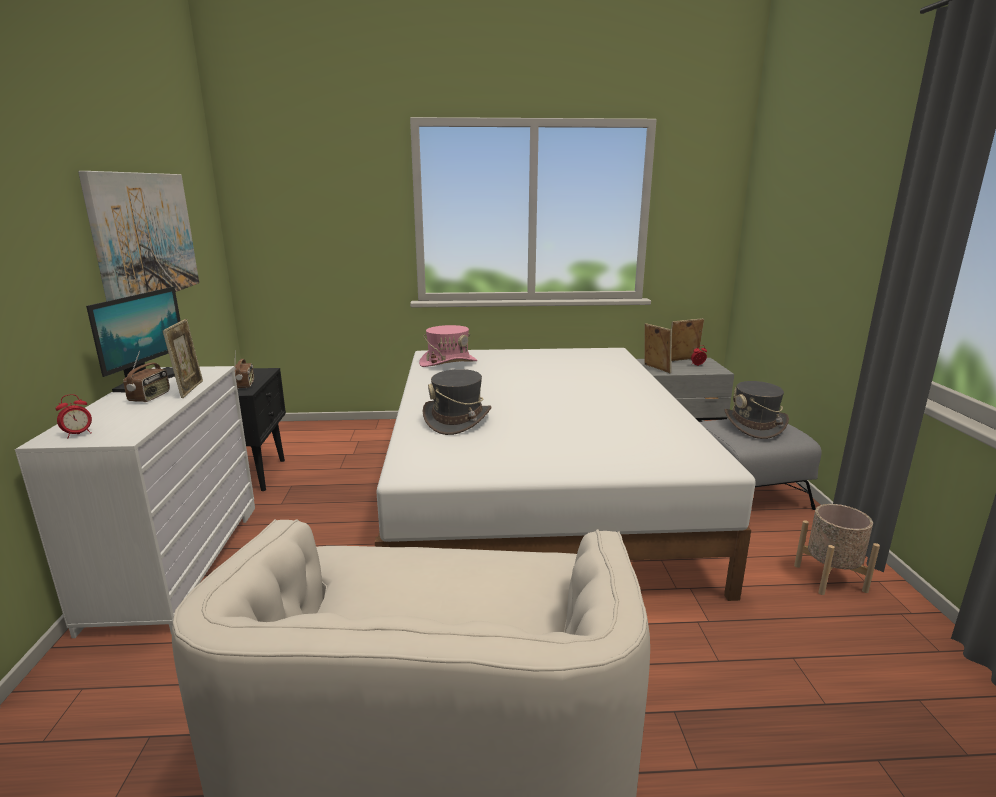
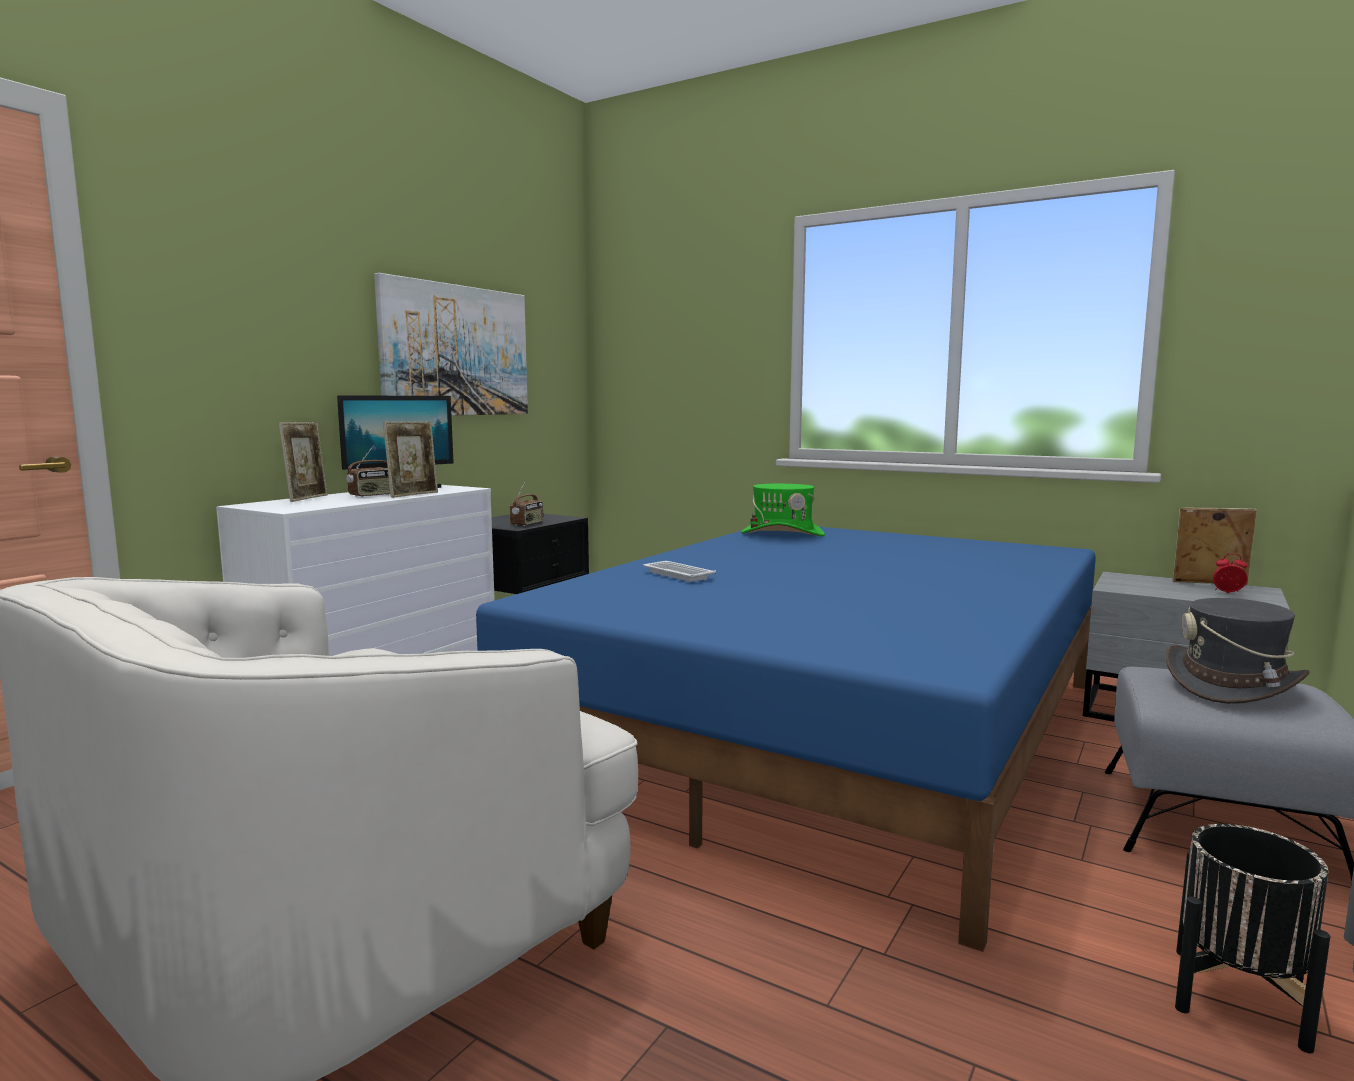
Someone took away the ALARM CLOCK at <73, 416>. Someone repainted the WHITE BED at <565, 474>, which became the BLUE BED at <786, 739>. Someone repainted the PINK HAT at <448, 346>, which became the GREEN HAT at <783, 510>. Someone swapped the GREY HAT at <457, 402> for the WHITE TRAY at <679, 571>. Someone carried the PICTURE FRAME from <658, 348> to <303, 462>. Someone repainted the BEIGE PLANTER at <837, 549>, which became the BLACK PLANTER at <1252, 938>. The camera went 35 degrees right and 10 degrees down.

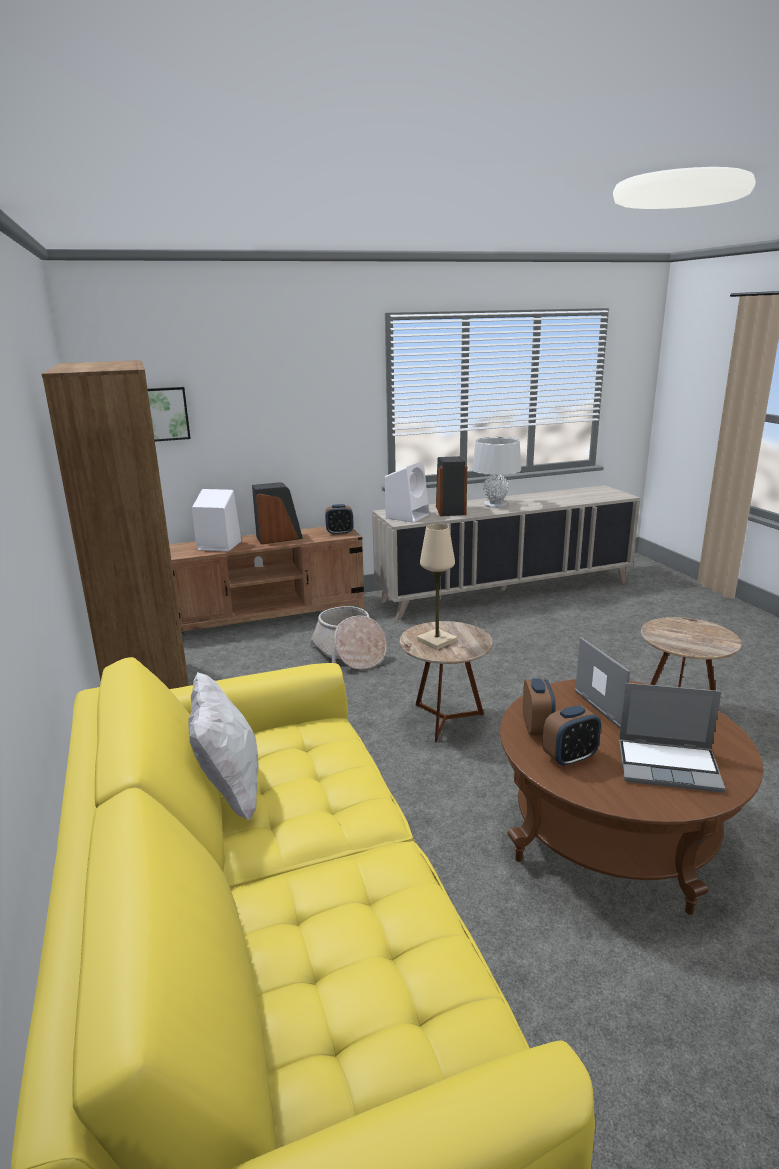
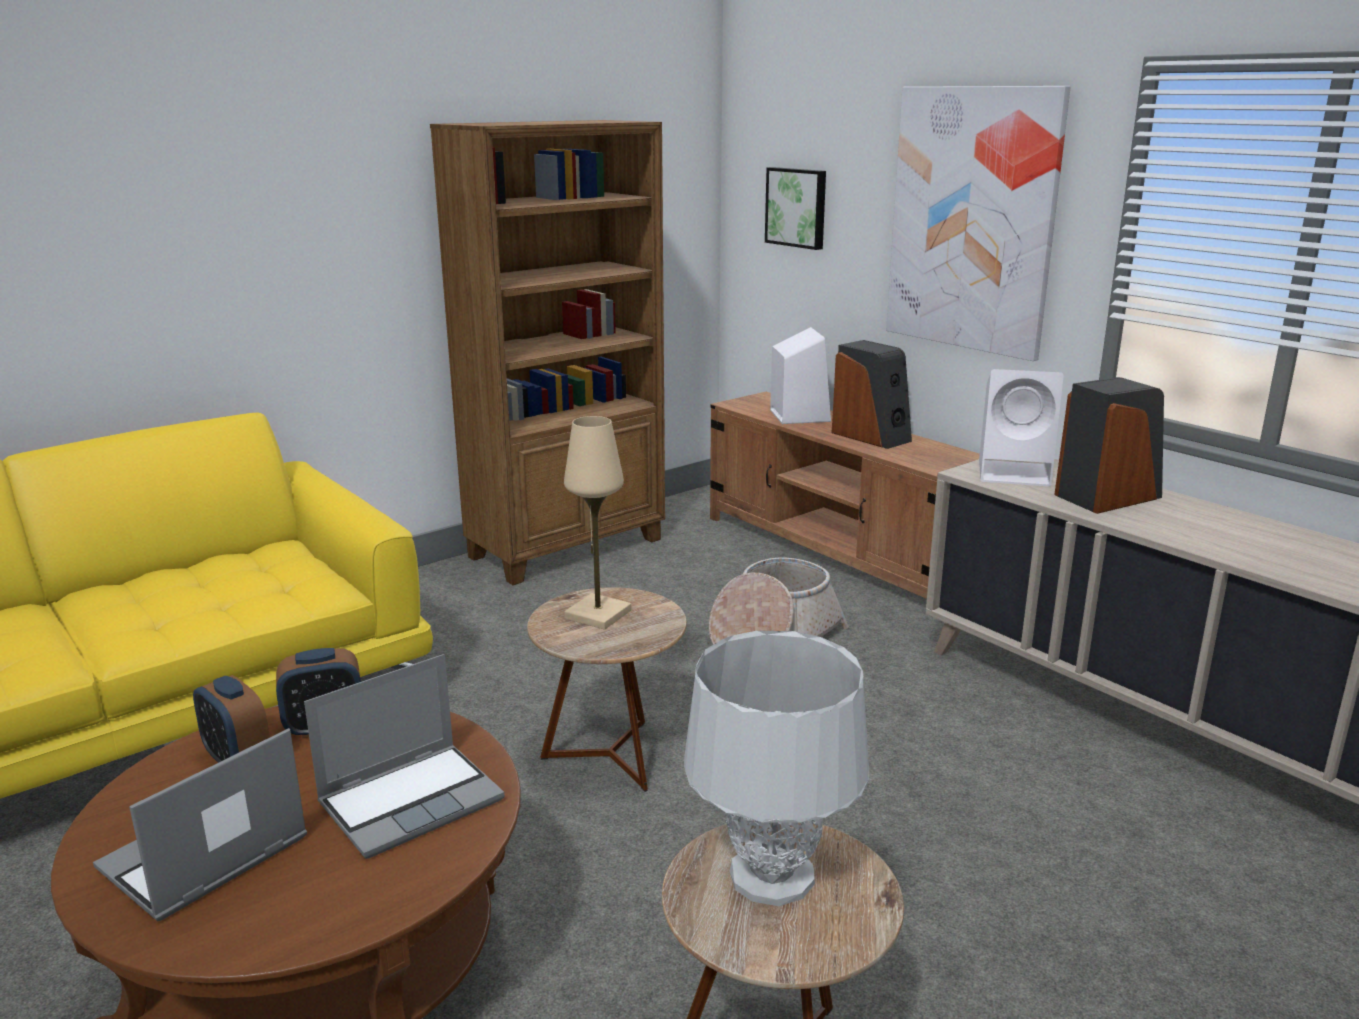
Someone took away the WHITE PILLOW at <224, 746>. Someone took away the ALARM CLOCK at <339, 519>. Someone carried the GREY TABLE LAMP from <496, 472> to <776, 768>. Someone rotated the LAPTOP at <672, 738> by 45 degrees clockwise. Someone put up the PICTURE at <978, 223>. The camera went 70 degrees right and 0 degrees up.

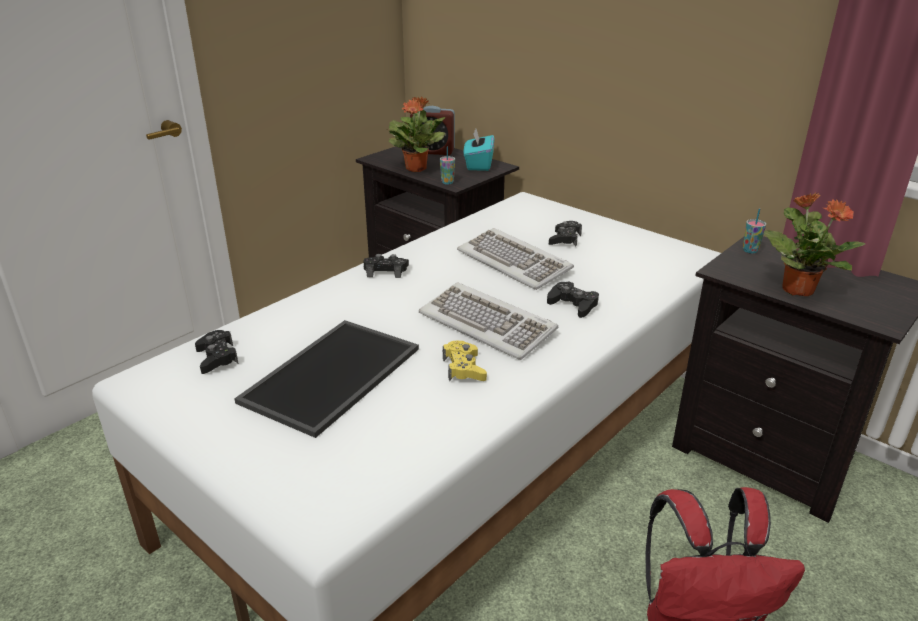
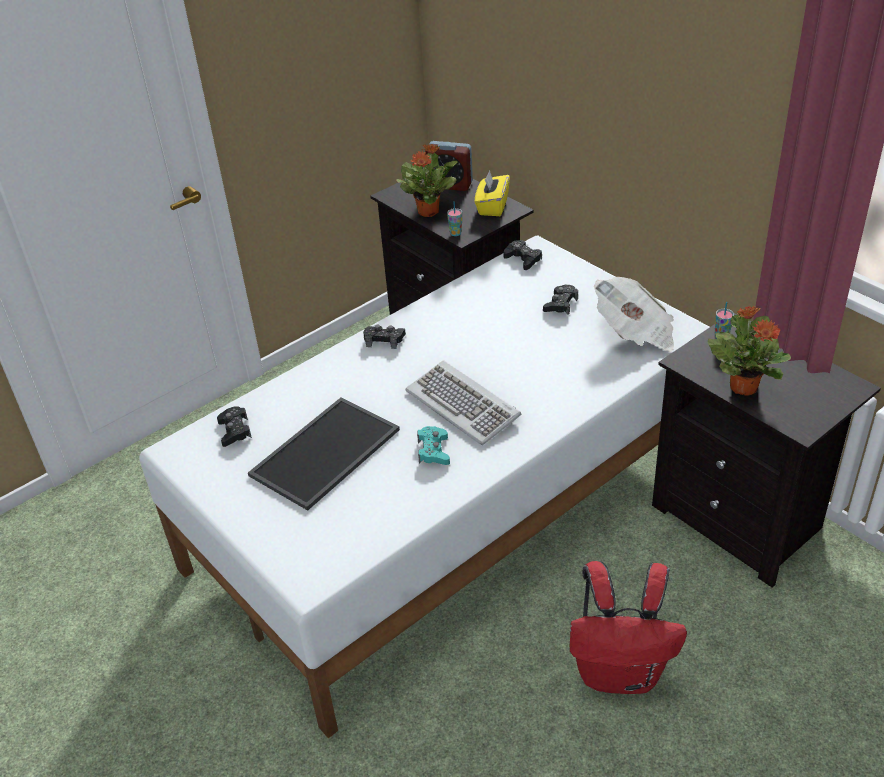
Someone repainted the YELLOW GAME CONTROLLER at <465, 361>, which became the TURQUOISE GAME CONTROLLER at <433, 445>. Someone took away the KEYBOARD at <515, 259>. Someone repainted the TURQUOISE TISSUE BOX at <478, 150>, which became the YELLOW TISSUE BOX at <492, 193>. Someone carried the BLACK GAME CONTROLLER from <573, 300> to <522, 255>. Someone put down the NEWSPAPER at <634, 314>. The camera went 10 degrees right and 10 degrees up.

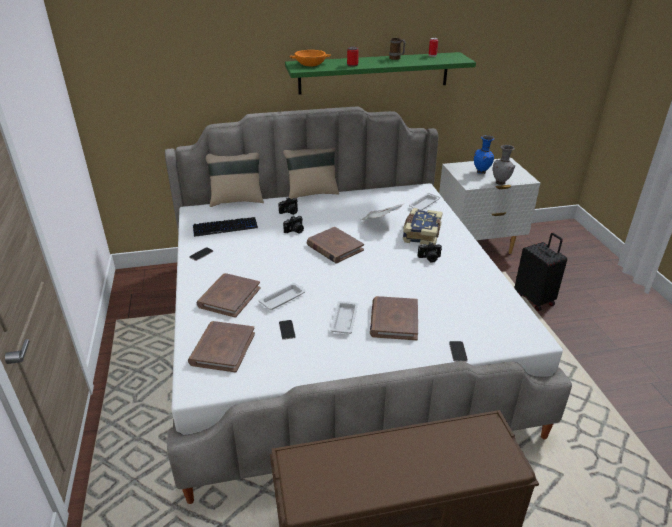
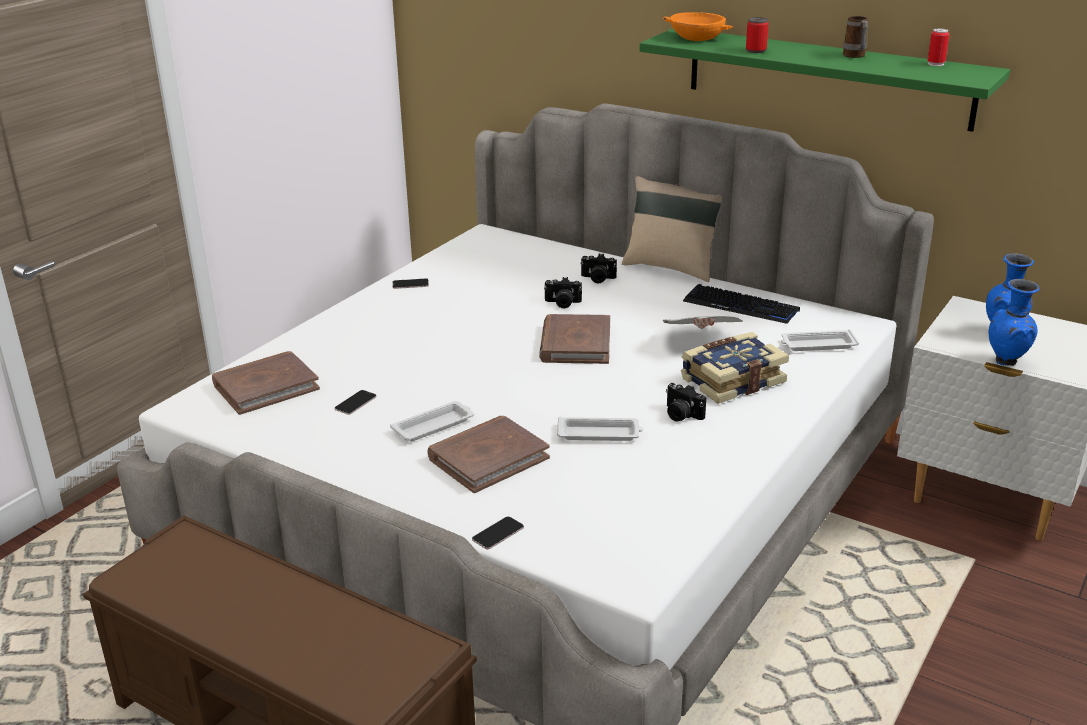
Someone carried the KEYBOARD from <225, 227> to <741, 304>. Someone took away the BROWN BOOK at <229, 295>. Someone took away the BEIGE PILLOW at <235, 180>. Someone carried the WHITE TRAY from <282, 296> to <600, 429>. Someone repainted the GREY VASE at <504, 165>, which became the BLUE VASE at <1014, 322>. Someone took away the BLACK SUITCASE at <541, 272>. The camera went 45 degrees right and 5 degrees down.

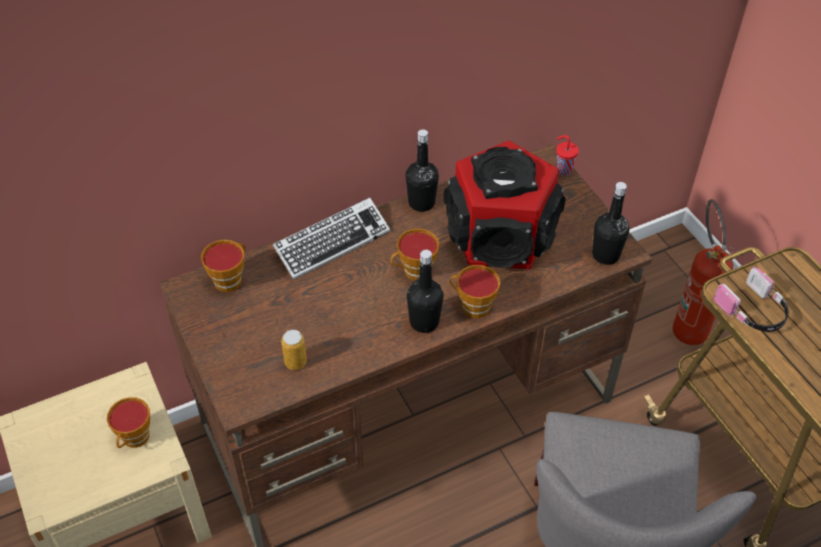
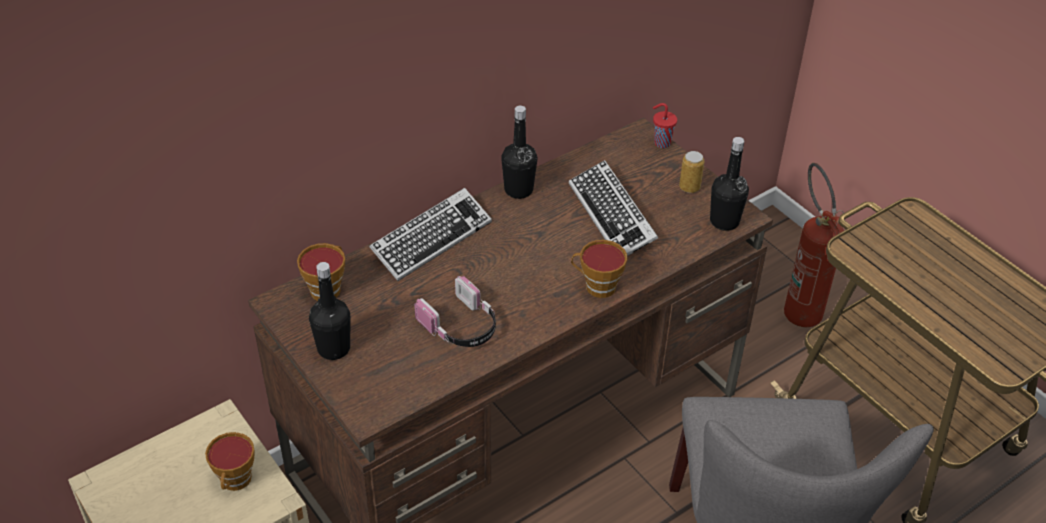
Someone carried the CAN from <294, 350> to <692, 172>. Someone took away the CUP at <414, 254>. Someone carried the BLACK BOTTLE from <425, 291> to <329, 311>. Someone swapped the SPEAKER at <505, 204> for the KEYBOARD at <613, 208>. Someone carried the HEADPHONES from <751, 299> to <455, 311>. The camera went 10 degrees left and 5 degrees down.

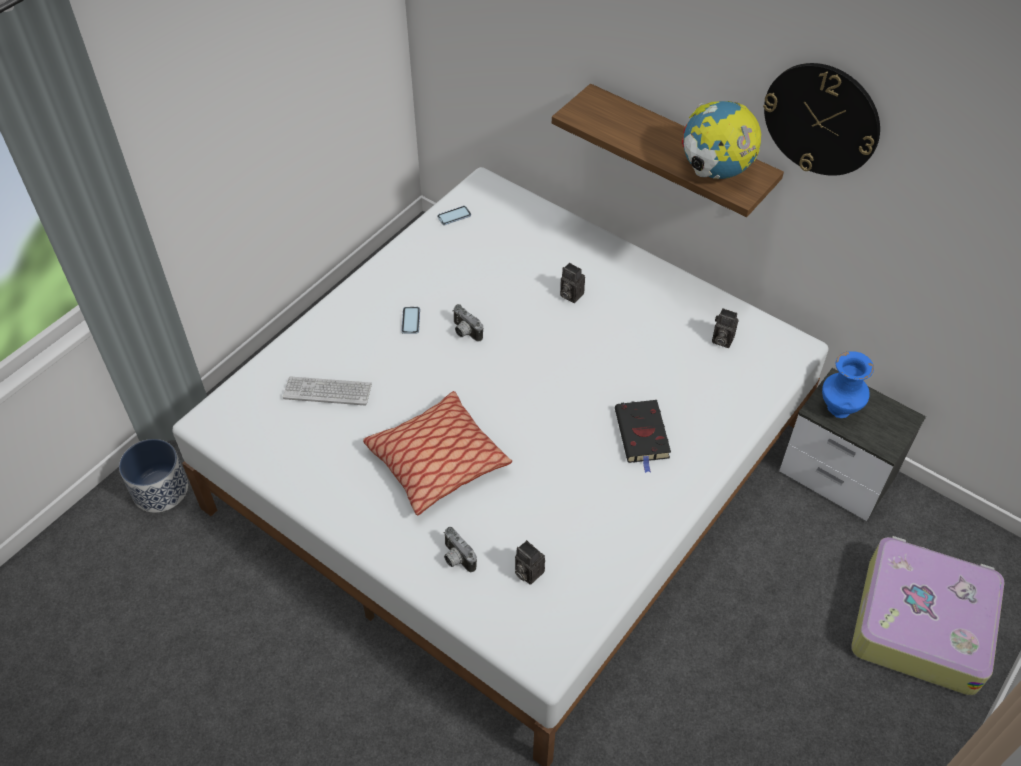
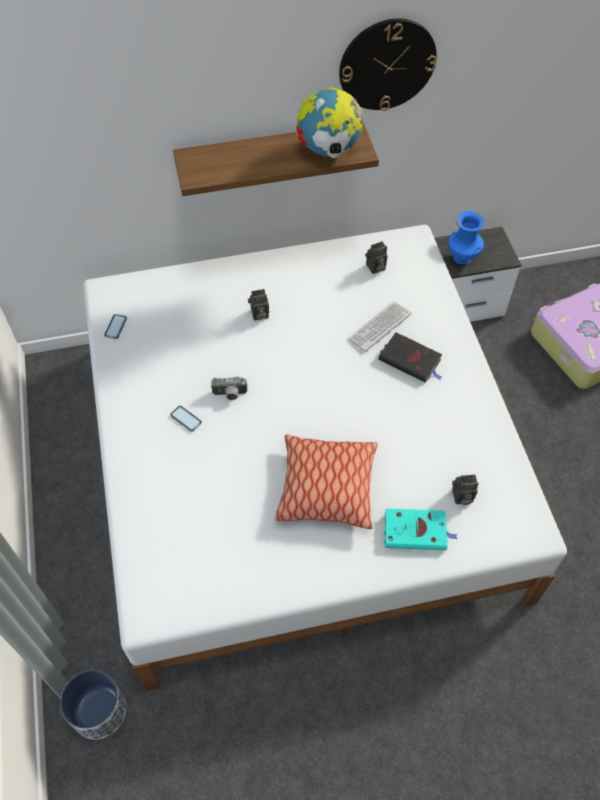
Someone carried the KEYBOARD from <327, 390> to <379, 327>. Someone swapped the PHOTO CAMERA at <460, 549> for the TURQUOISE BOOK at <421, 529>. The camera went 50 degrees left and 5 degrees up.

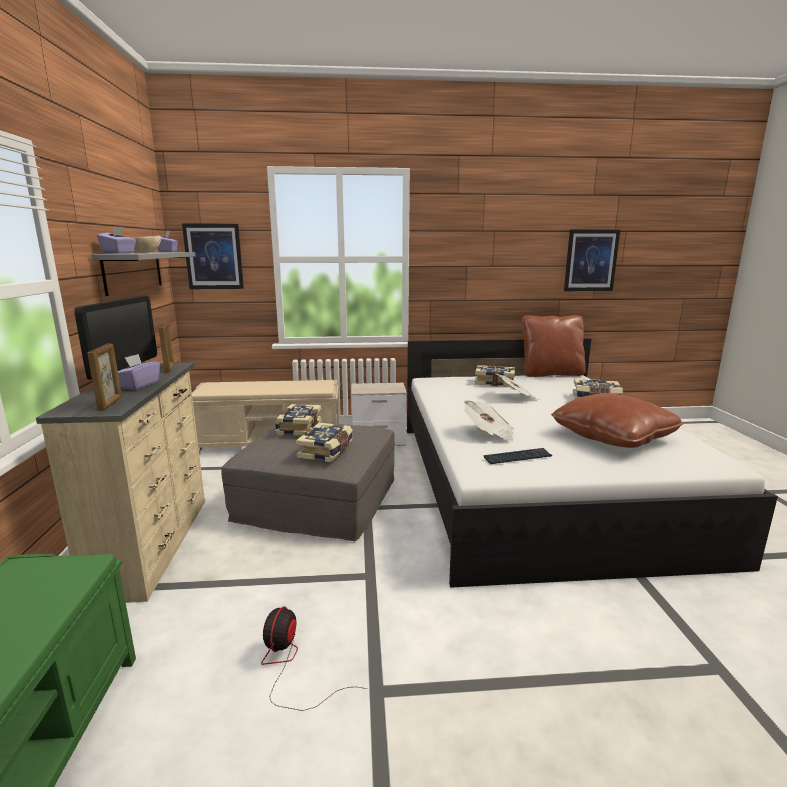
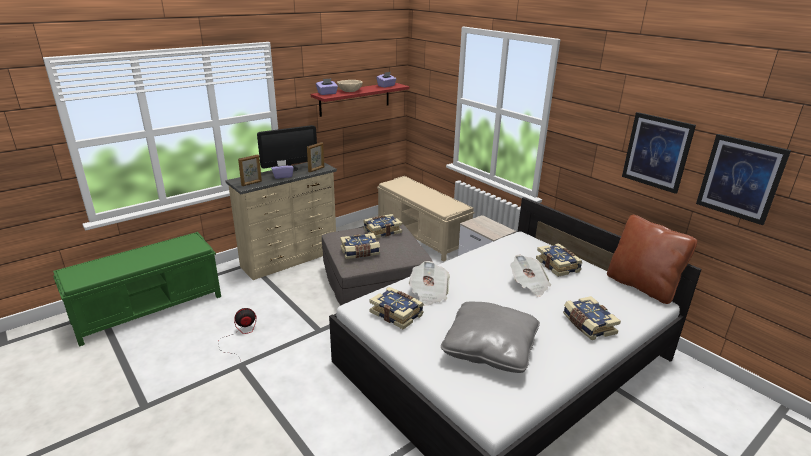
Someone repainted the GREY SHELF at <143, 274>, which became the RED SHELF at <360, 100>. Someone carried the PICTURE from <213, 256> to <659, 153>. Someone swapped the KEYBOARD at <518, 456> for the BOOK at <396, 308>. Someone repainted the BROWN PILLOW at <617, 420>, which became the GREY PILLOW at <490, 337>. The camera went 55 degrees right and 10 degrees up.

